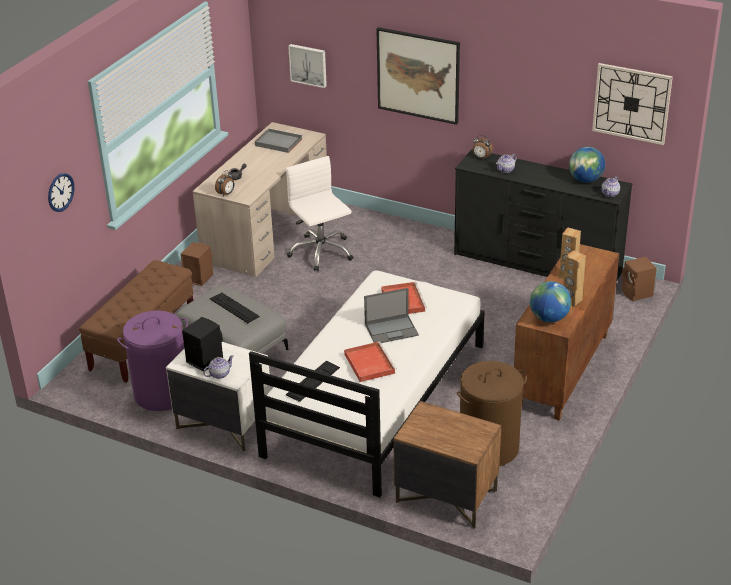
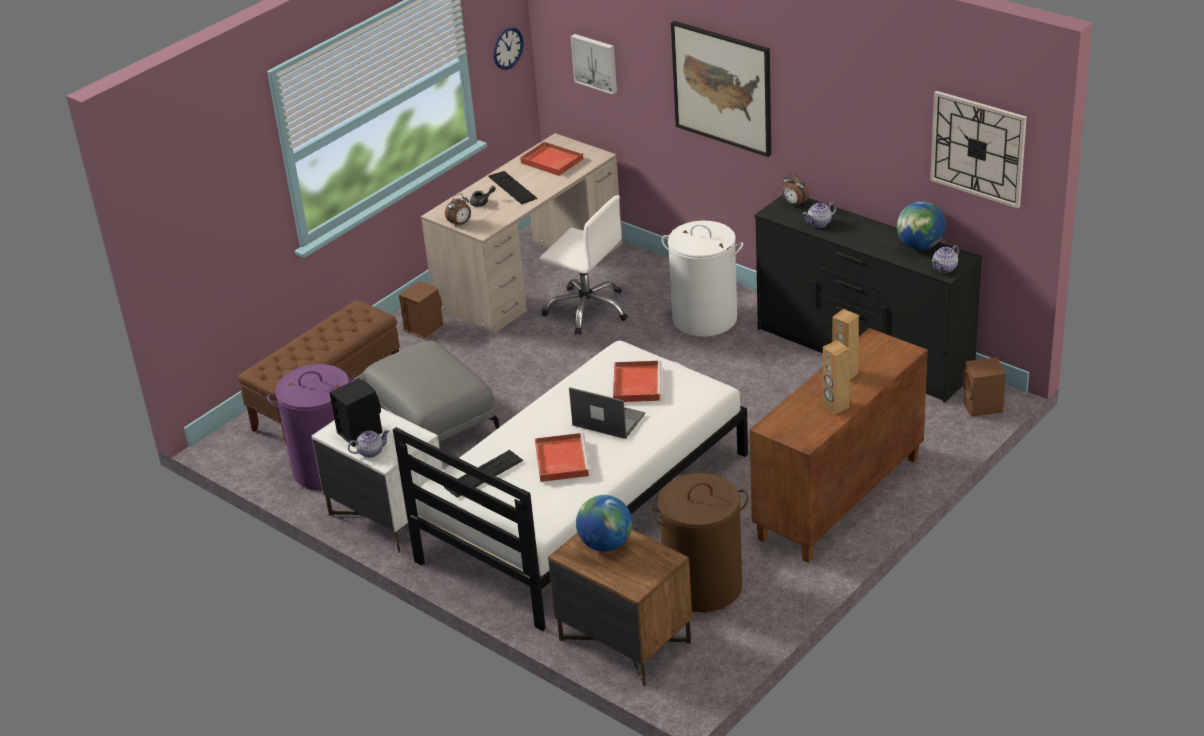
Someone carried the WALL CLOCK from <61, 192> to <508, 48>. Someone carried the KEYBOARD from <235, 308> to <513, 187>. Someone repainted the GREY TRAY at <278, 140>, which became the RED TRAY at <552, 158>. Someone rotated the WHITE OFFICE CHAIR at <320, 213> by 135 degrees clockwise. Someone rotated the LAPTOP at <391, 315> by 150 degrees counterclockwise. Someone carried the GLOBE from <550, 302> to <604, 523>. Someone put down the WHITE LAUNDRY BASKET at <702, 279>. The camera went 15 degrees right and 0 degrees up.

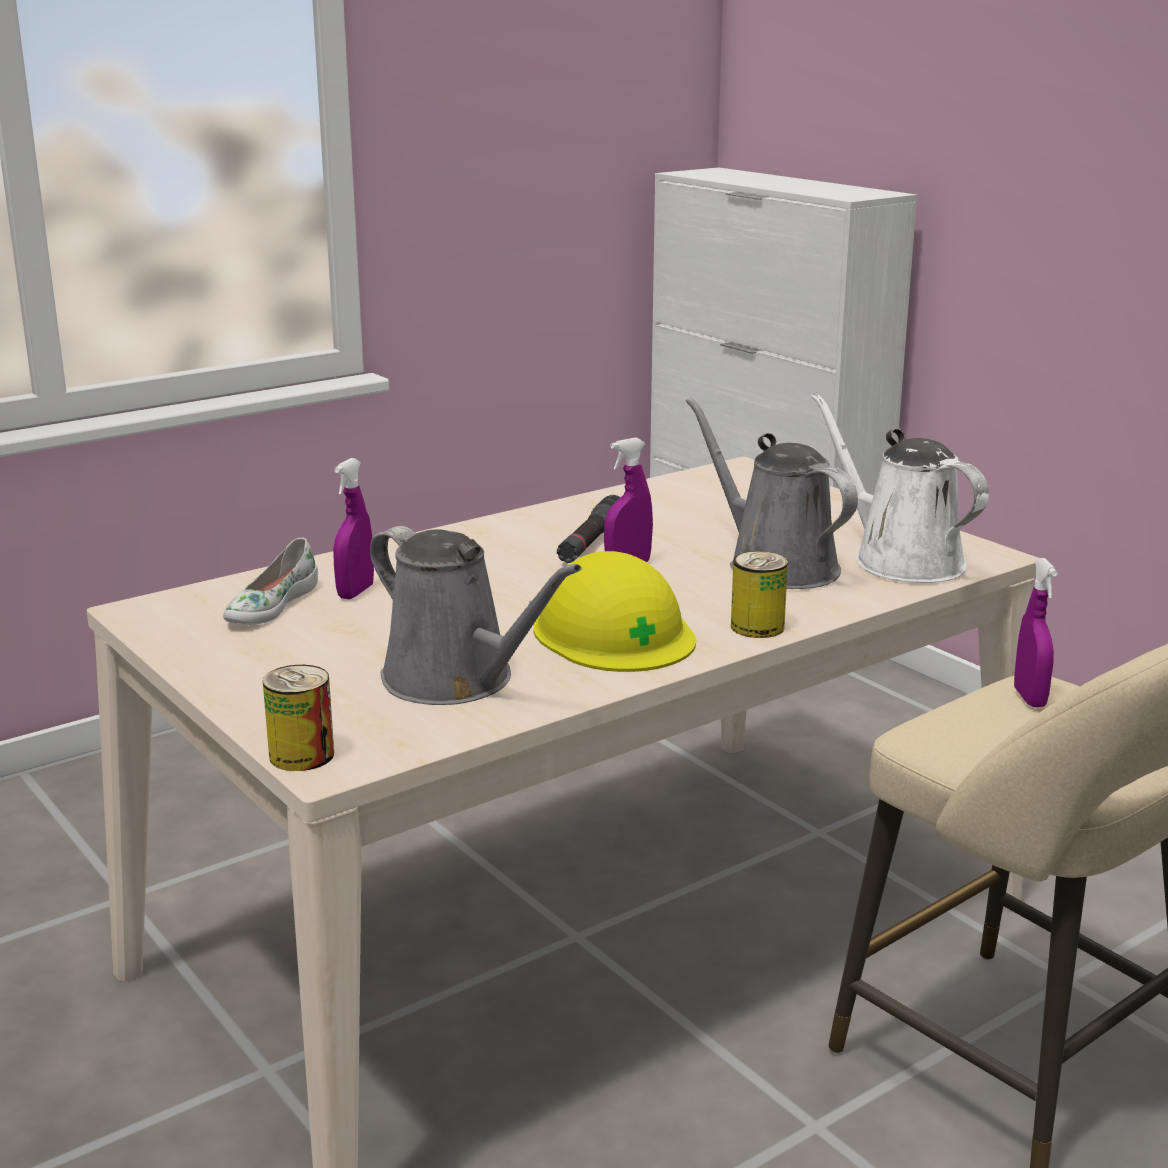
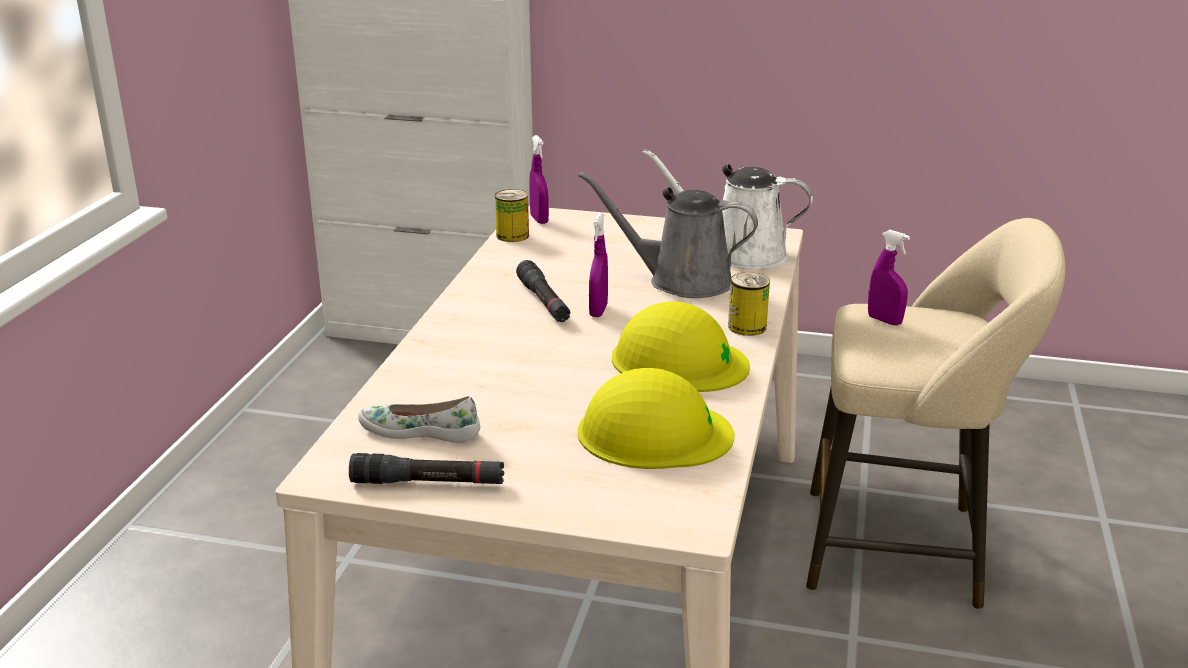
Someone rotated the WHITE SHOE at <270, 581> by 120 degrees clockwise. Someone carried the CAN from <298, 718> to <512, 215>. Someone carried the PURPLE SPRAY BOTTLE from <353, 528> to <539, 179>. Someone swapped the GREY WATERING CAN at <476, 615> for the YELLOW HARD HAT at <656, 418>. Someone put down the BLACK FLASHLIGHT at <426, 468>. The camera went 40 degrees left and 5 degrees up.

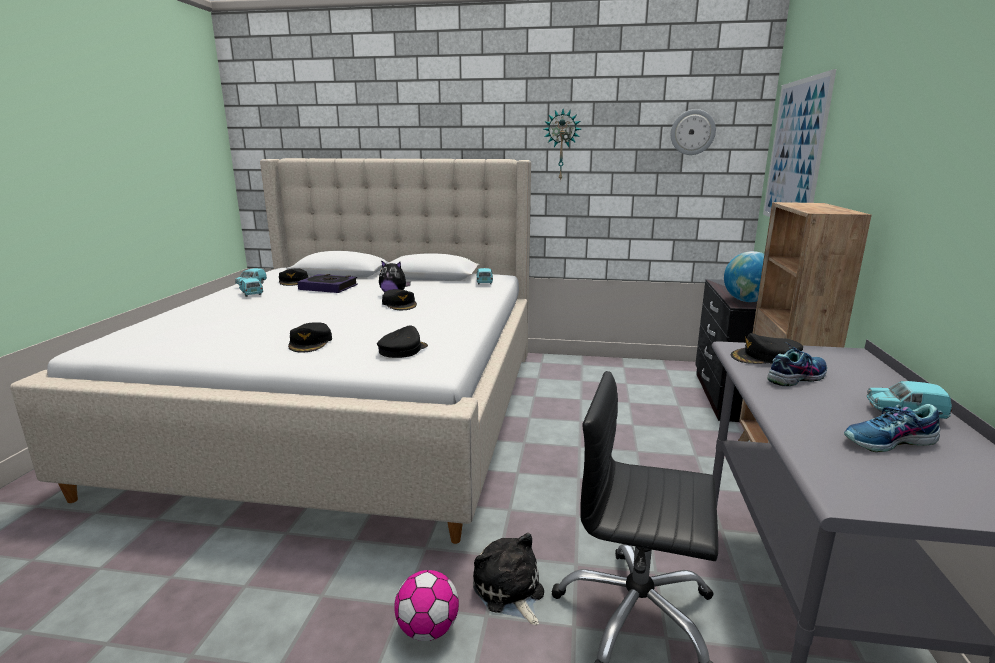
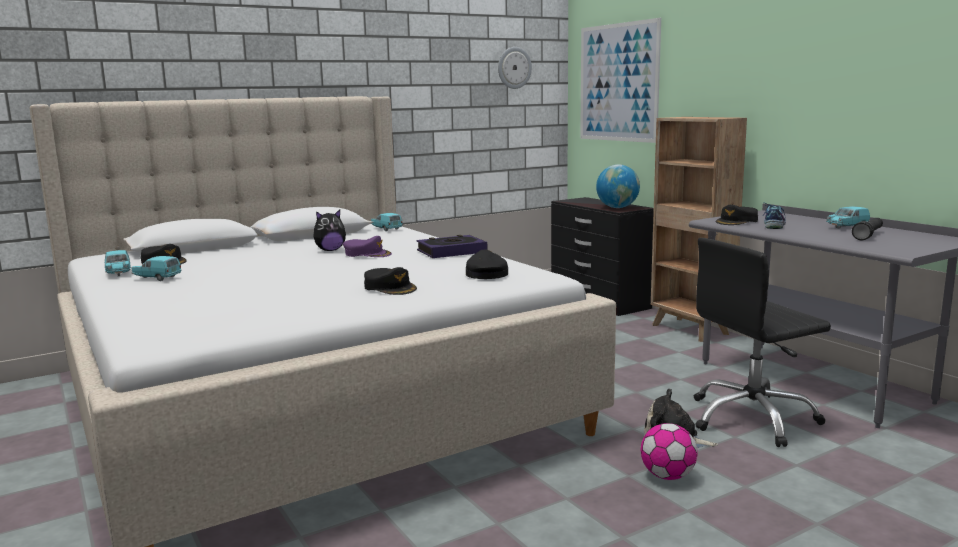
Someone carried the BOOK from <327, 283> to <452, 246>. Someone repainted the BLACK CAP at <399, 299>, which became the PURPLE CAP at <367, 246>. Someone took away the WALL CLOCK at <562, 145>. Someone swapped the SHOE at <893, 428> for the BLACK FLASHLIGHT at <867, 229>. The camera went 40 degrees left and 5 degrees down.

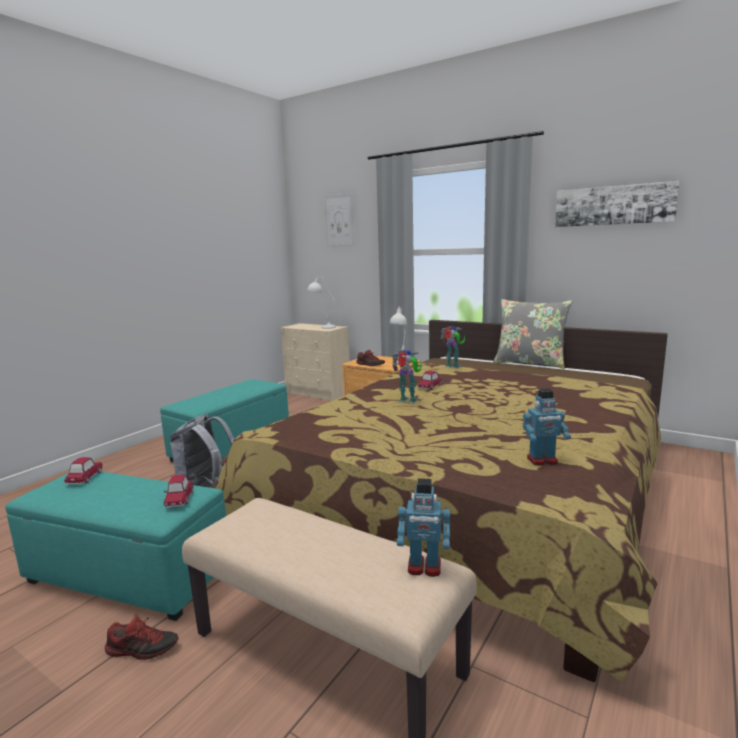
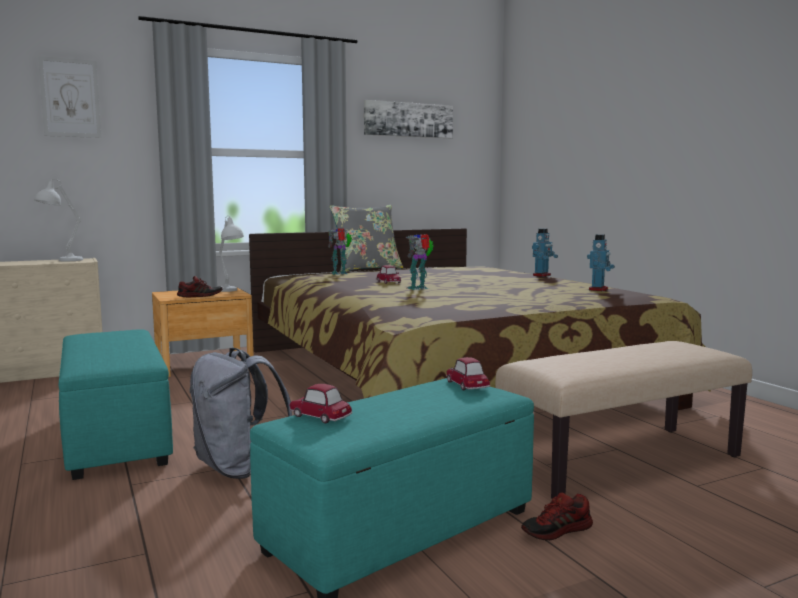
Someone rotated the SHOE at <141, 637> by 150 degrees counterclockwise. Someone rotated the TOY CAR at <179, 491> by 135 degrees counterclockwise. Someone carried the TOY ROBOT from <423, 527> to <545, 252>. The camera went 60 degrees left and 5 degrees down.

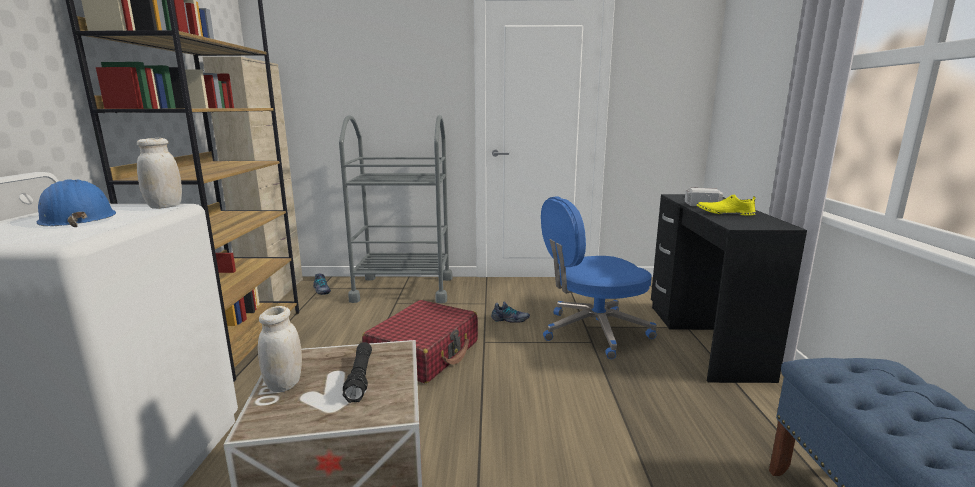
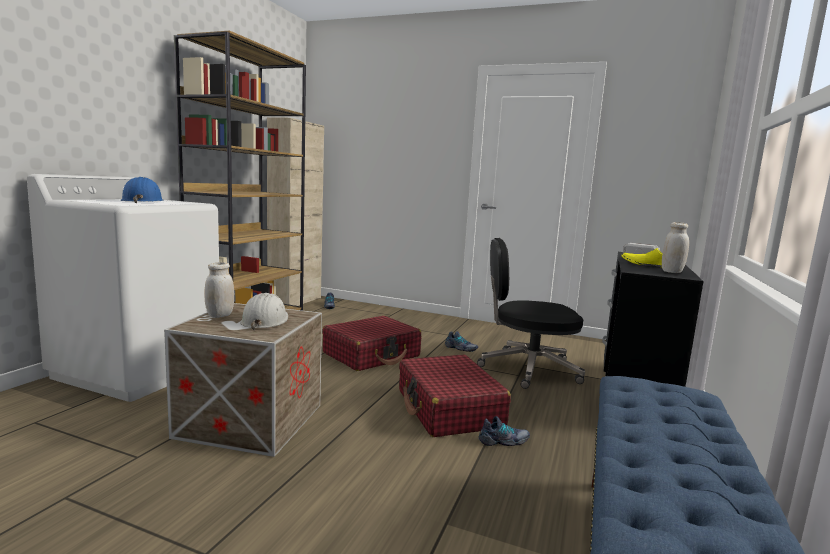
Someone carried the WHITE JAR from <159, 173> to <675, 247>. Someone took away the GREY CART at <396, 209>. Someone swapped the BLACK FLASHLIGHT at <357, 372> for the WHITE HARD HAT at <264, 311>. Someone repainted the BLUE OFFICE CHAIR at <599, 277>, which became the BLACK OFFICE CHAIR at <531, 313>. Someone put down the RED SUITCASE at <455, 396>. Someone put down the SHOE at <504, 431>. The camera went 20 degrees right and 5 degrees down.

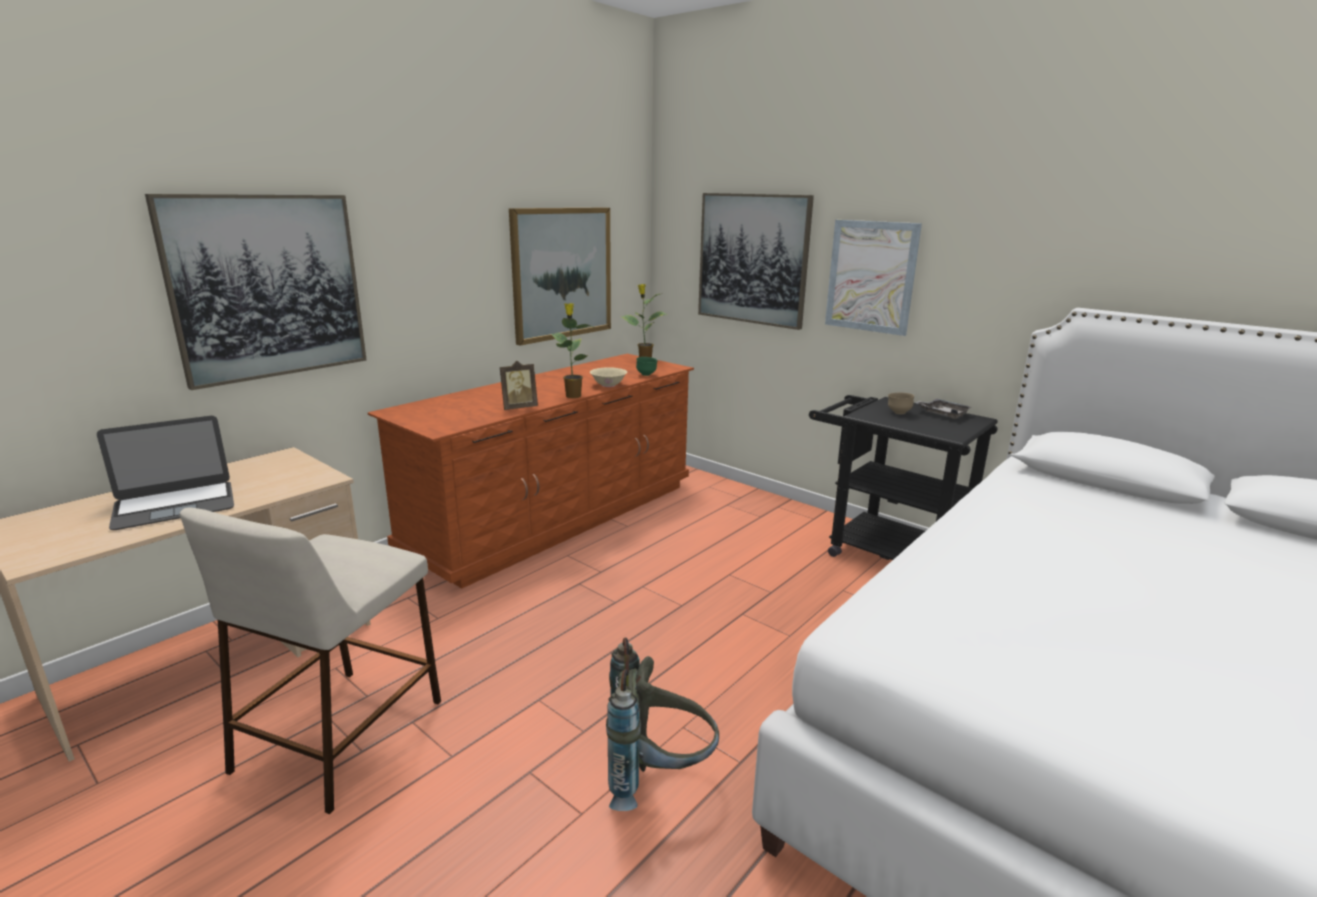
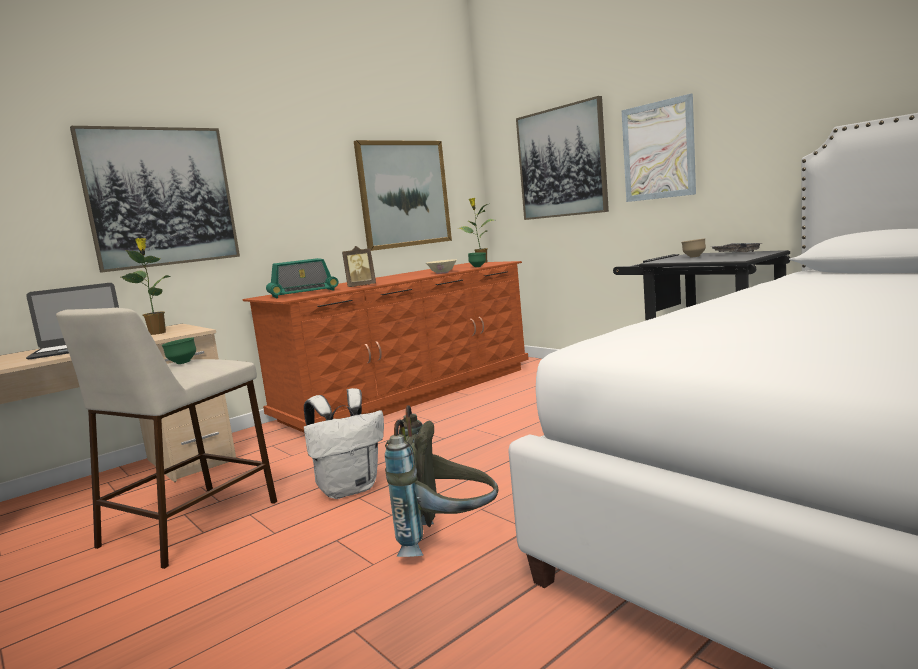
Someone carried the POTTED PLANT from <573, 350> to <146, 286>. Someone put down the GREEN BOWL at <179, 350>. Someone put down the RADIO at <302, 278>. Someone put down the WHITE BACKPACK at <344, 443>. The camera went 10 degrees right and 10 degrees down.

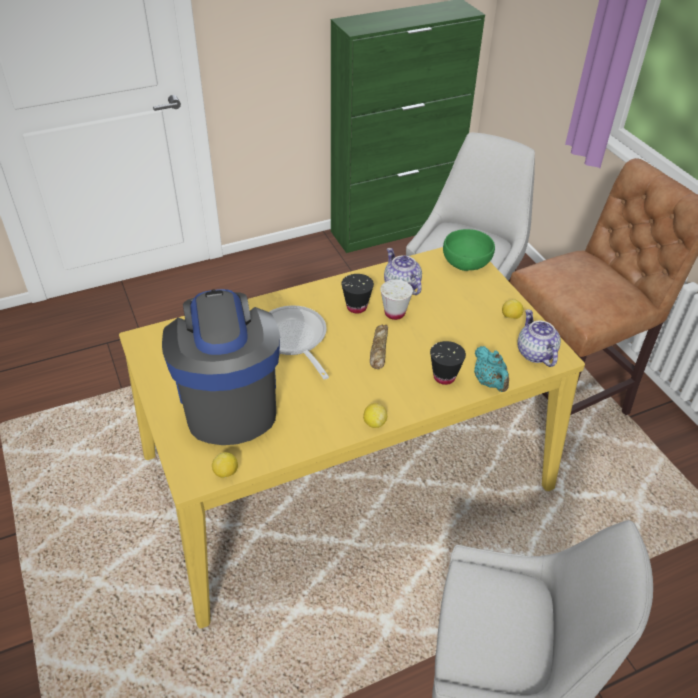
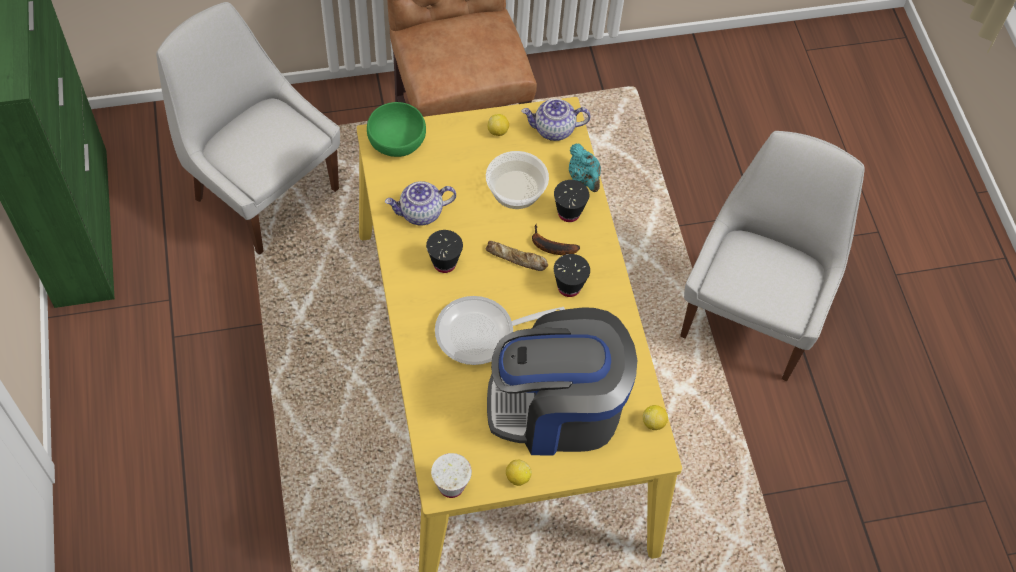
Someone carried the LEMON from <375, 415> to <519, 473>. Someone carried the WHITE CUP from <396, 300> to <451, 475>. Someone rotated the TURQUOISE TEAPOT at <491, 369> by 75 degrees clockwise. Someone put down the BOWL at <517, 180>. Someone put down the BANANA at <556, 239>. Someone put down the BLACK CUP at <572, 275>. The camera went 80 degrees left and 15 degrees up.

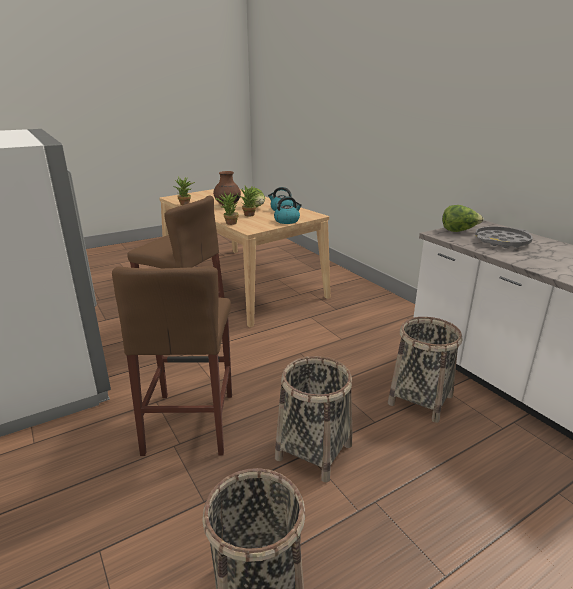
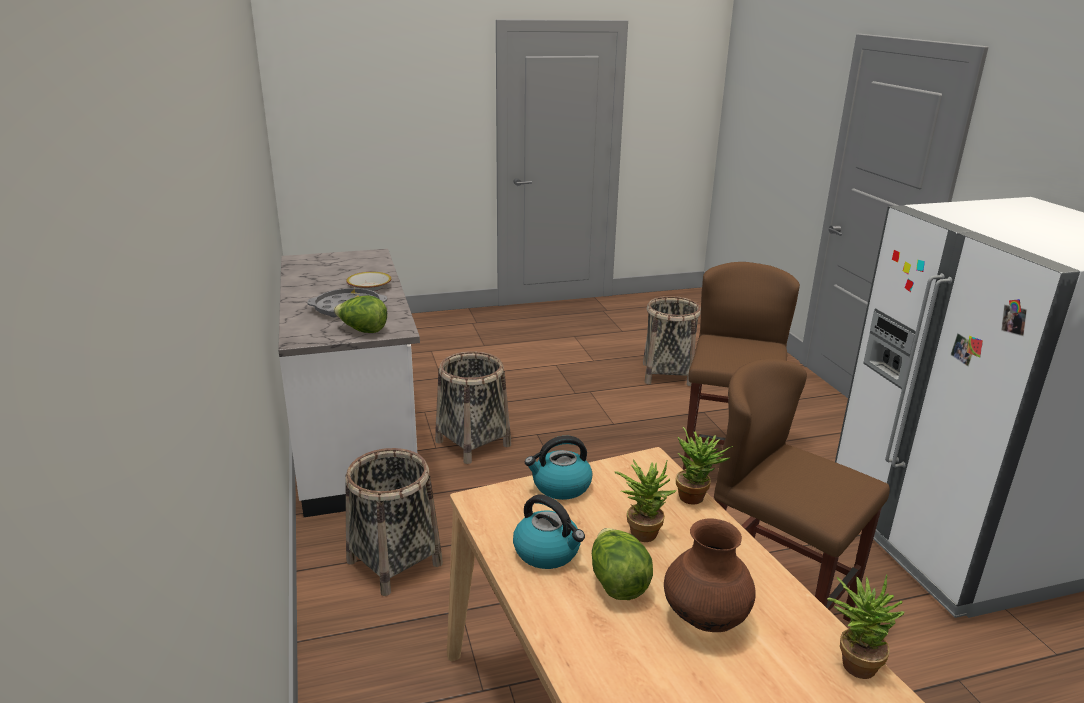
Someone carried the BASKET from <313, 419> to <394, 522>. Someone put down the BOWL at <368, 281>. The camera went 165 degrees left and 0 degrees up.

